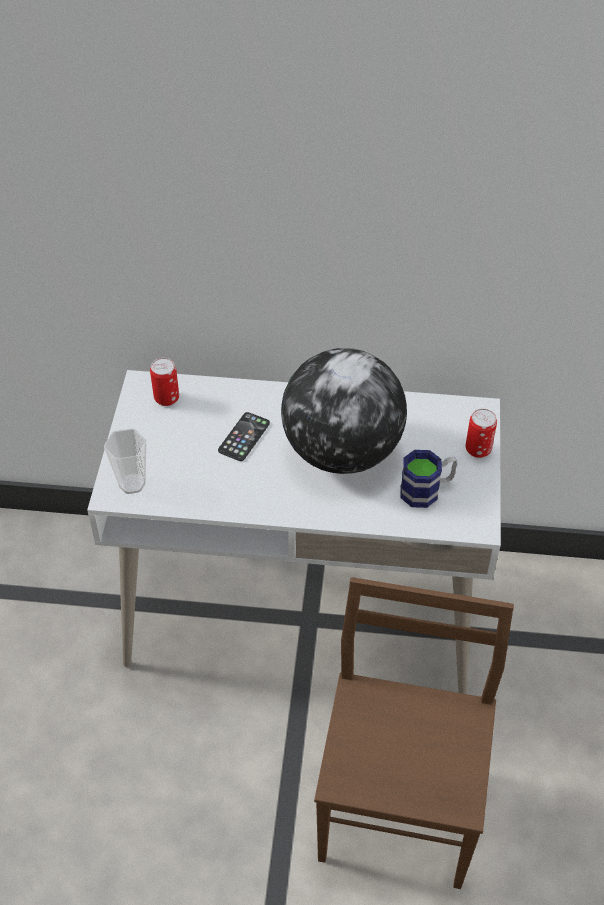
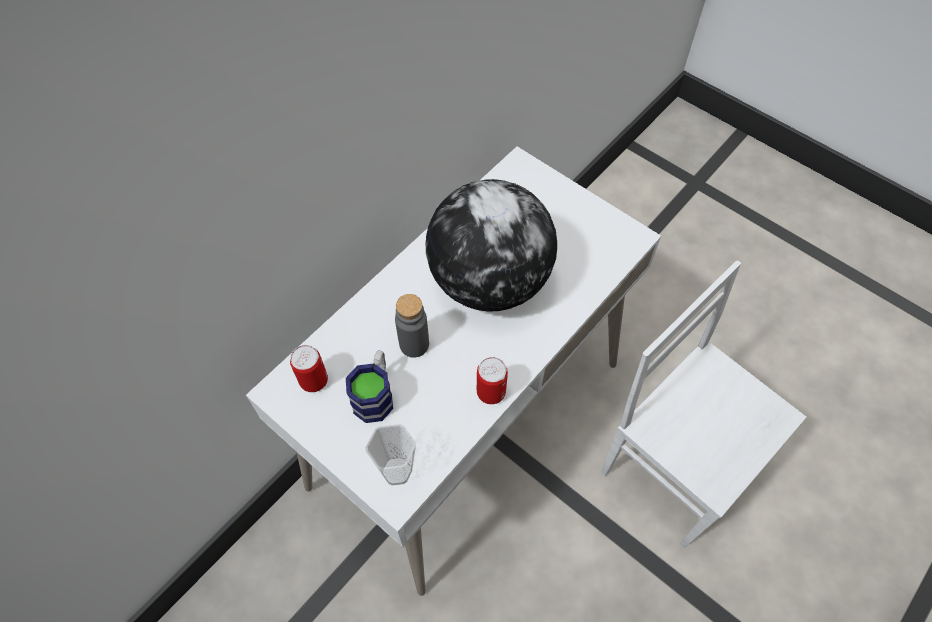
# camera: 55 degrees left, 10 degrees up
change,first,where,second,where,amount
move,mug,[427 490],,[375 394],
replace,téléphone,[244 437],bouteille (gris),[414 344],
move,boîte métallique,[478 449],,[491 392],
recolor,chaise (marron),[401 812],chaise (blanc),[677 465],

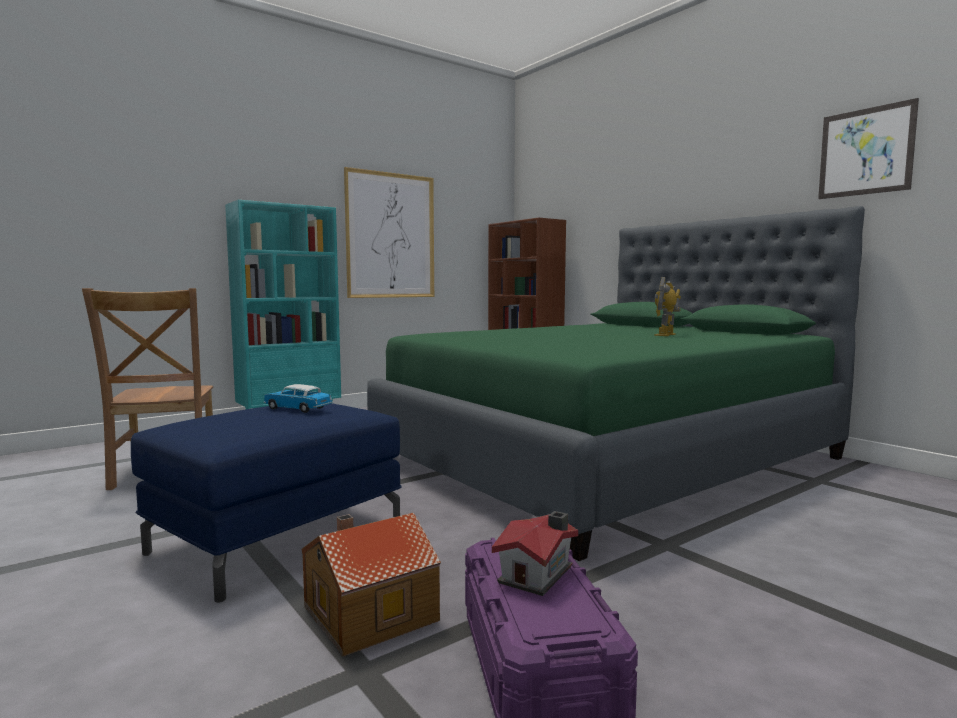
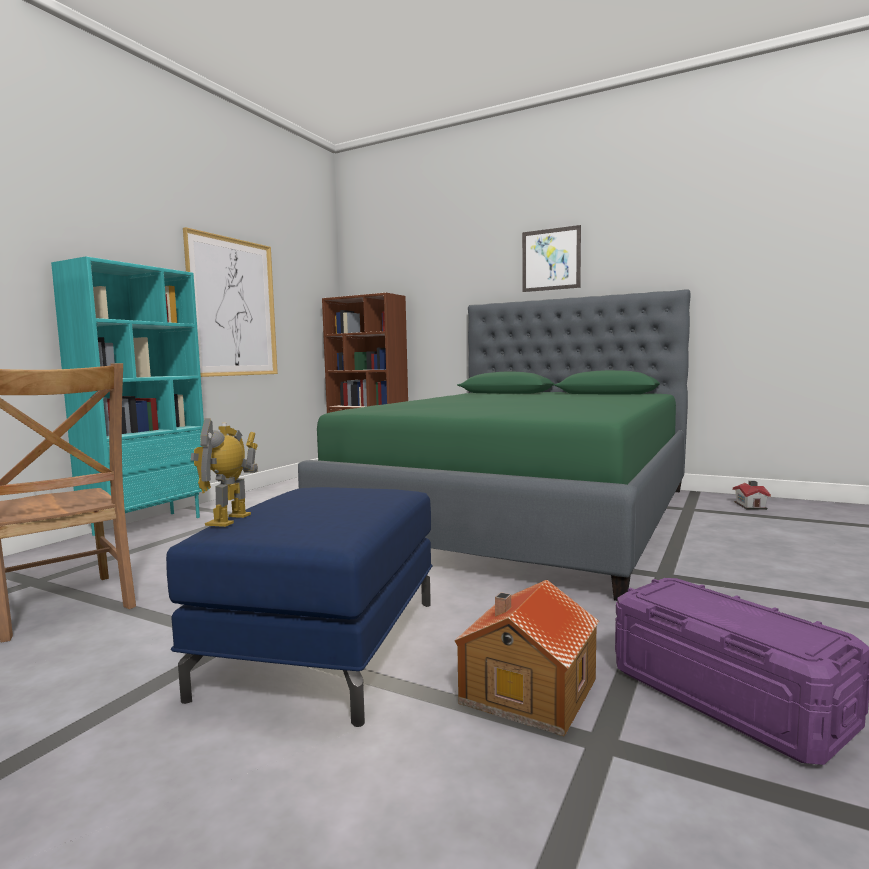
# camera: 25 degrees left, 0 degrees up
change,first,where,second,where,amount
move,robot jouet,[666 335],,[230 519],
move,tableau,[865 151],,[551 259],
move,maison miniature,[539 574],,[751 505],
delete,petite voiture,[297 409],,,

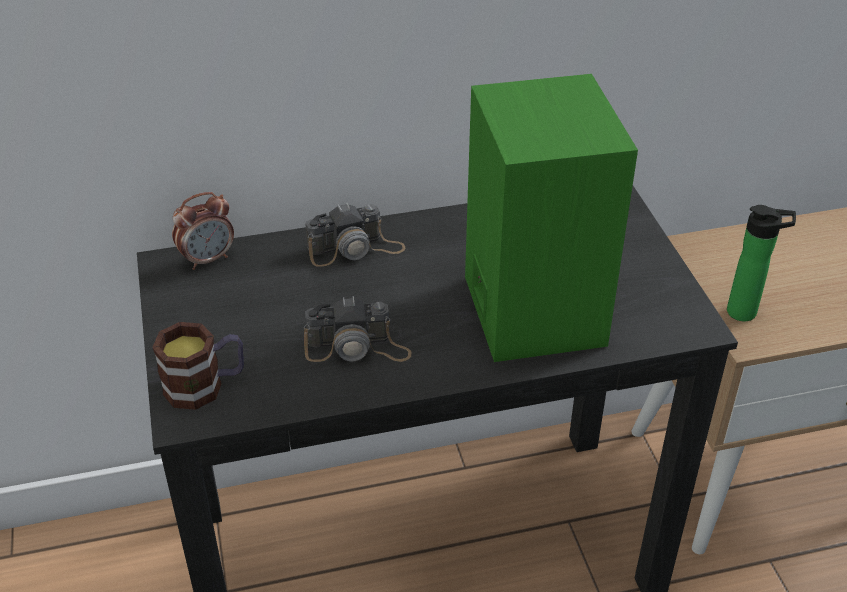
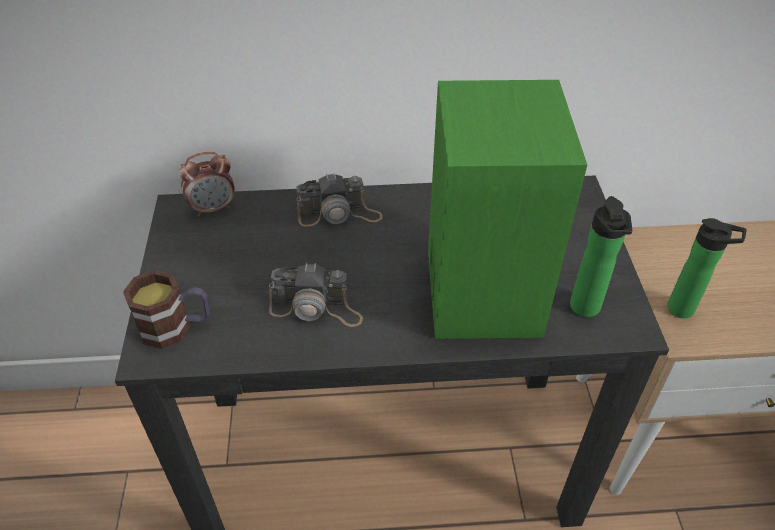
# camera: 10 degrees right, 5 degrees up
change,first,where,second,where,amount
insert,,,bouteille,[586 310],

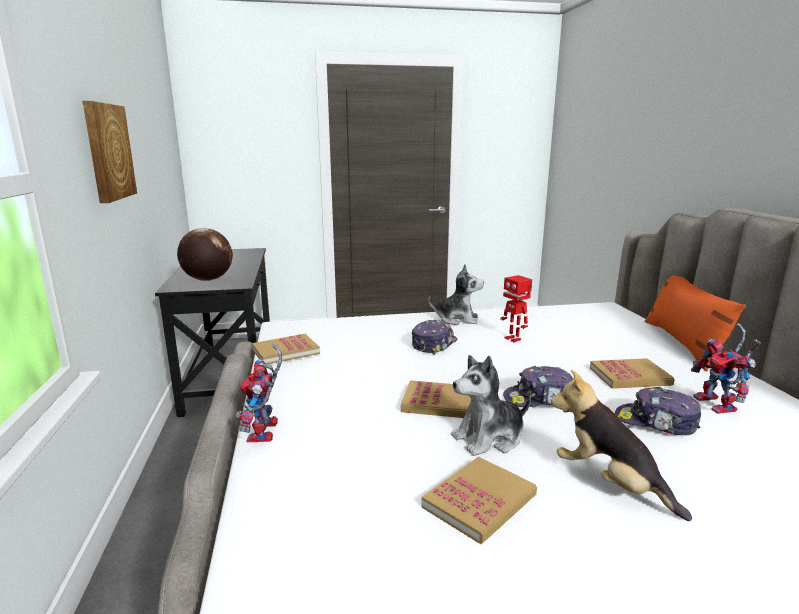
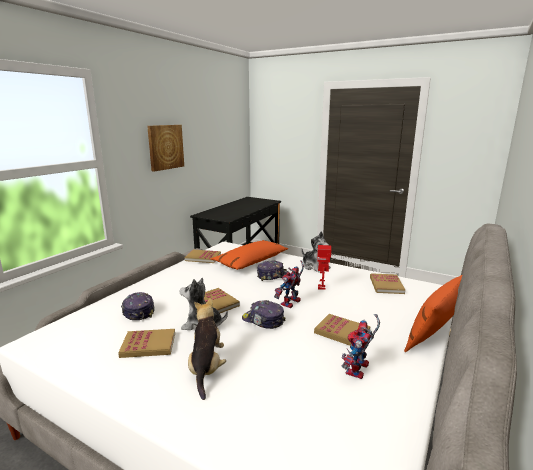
# camera: 40 degrees right, 0 degrees up
change,first,where,second,where,amount
move,casquette,[656 422],,[138 311],
insert,,,coussin (orange),[251 261],
move,robot jouet,[265 434],,[291 304],
insert,,,livre,[386 285],
delete,globe,[207 279],,,

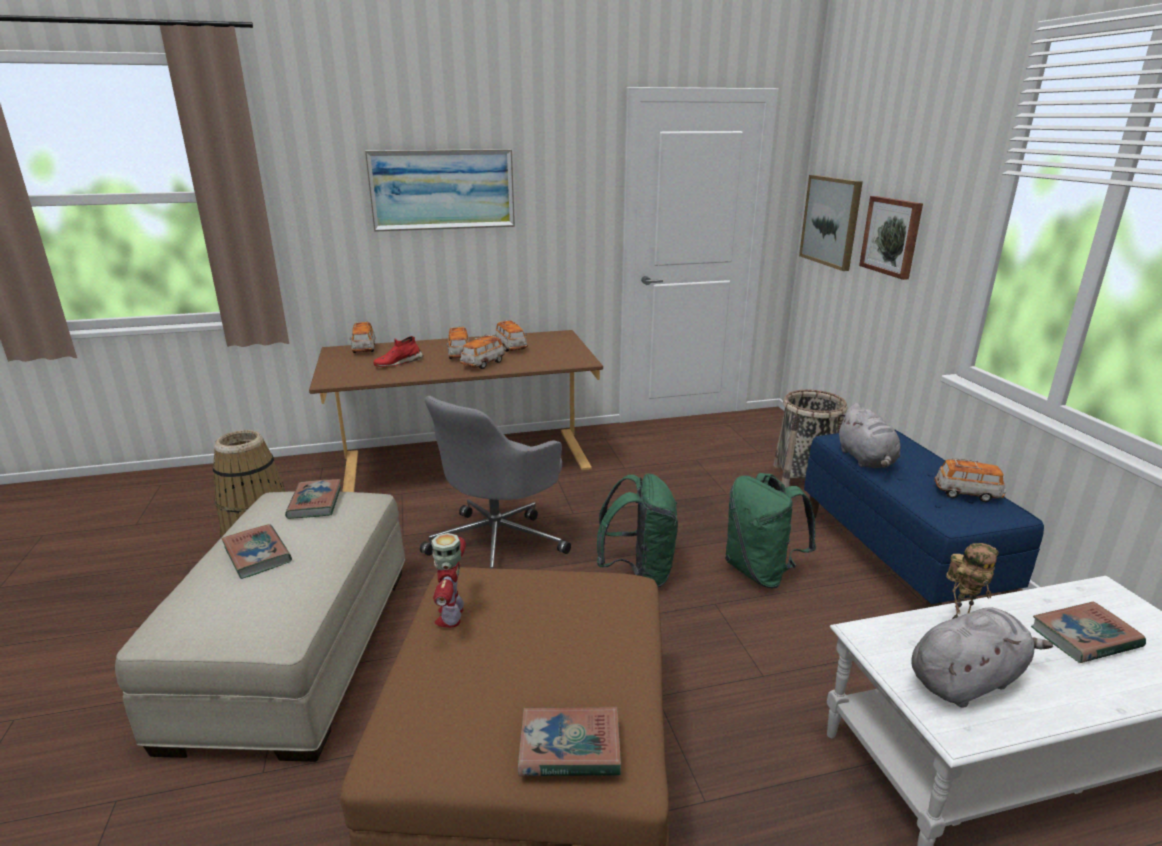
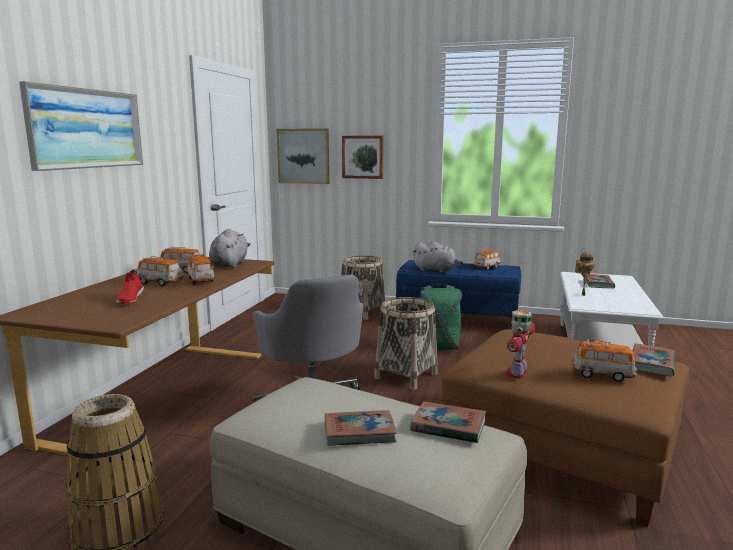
# camera: 60 degrees left, 10 degrees down
change,first,where,second,where,amount
move,peluche (gris),[967 680],,[230 264],
replace,sac à dos (vert),[639 574],panier,[406 376],
move,livre,[315 503],,[448 427],
rotate,robot jouet,[451 615],,[517 373],90 degrees clockwise
move,petite voiture,[364 349],,[602 375],

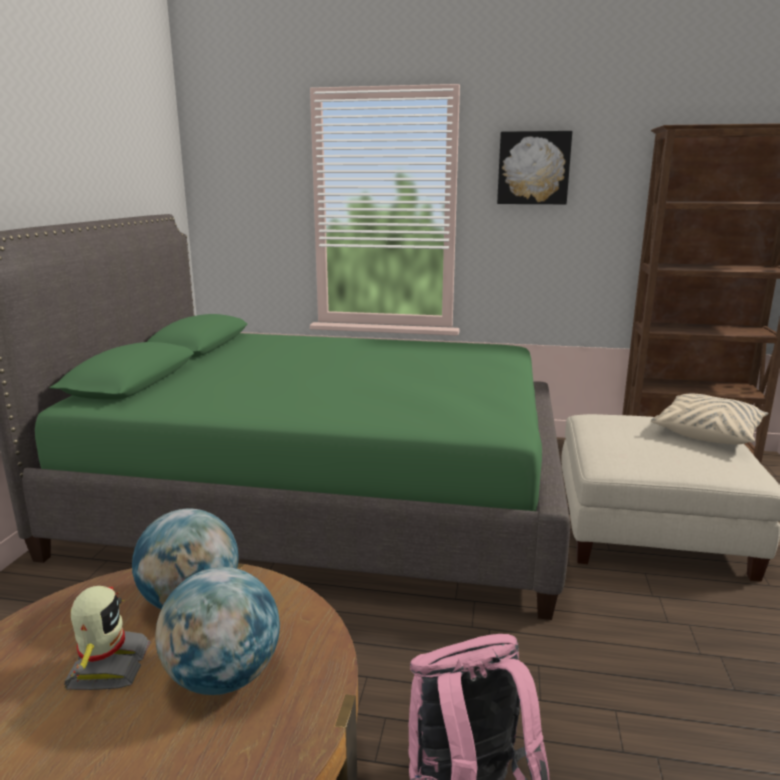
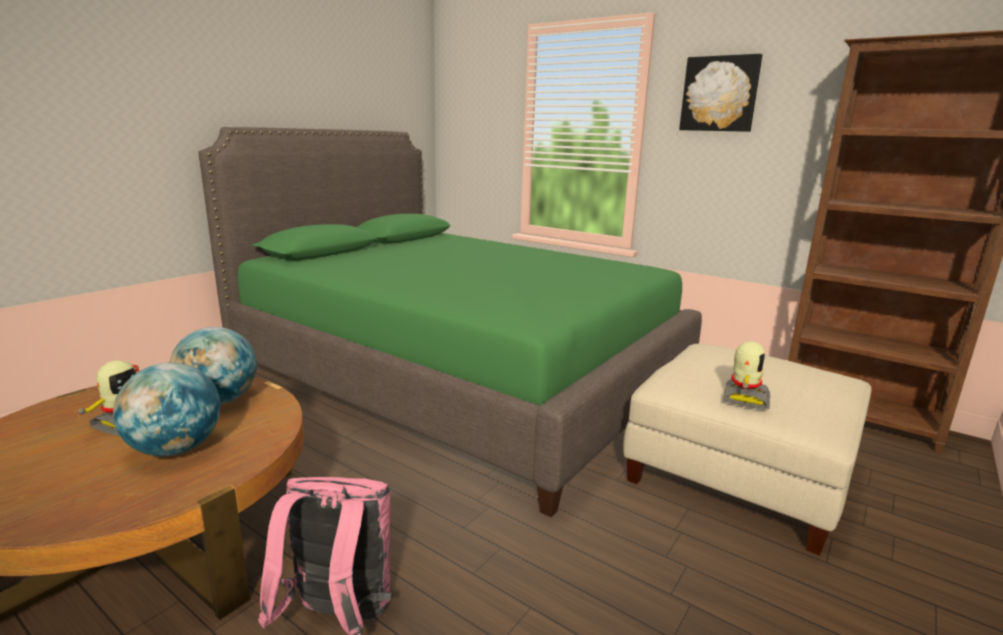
# camera: 25 degrees right, 0 degrees up
change,first,where,second,where,amount
insert,,,robot jouet,[744 398],
delete,coussin (beige),[707 433],,,

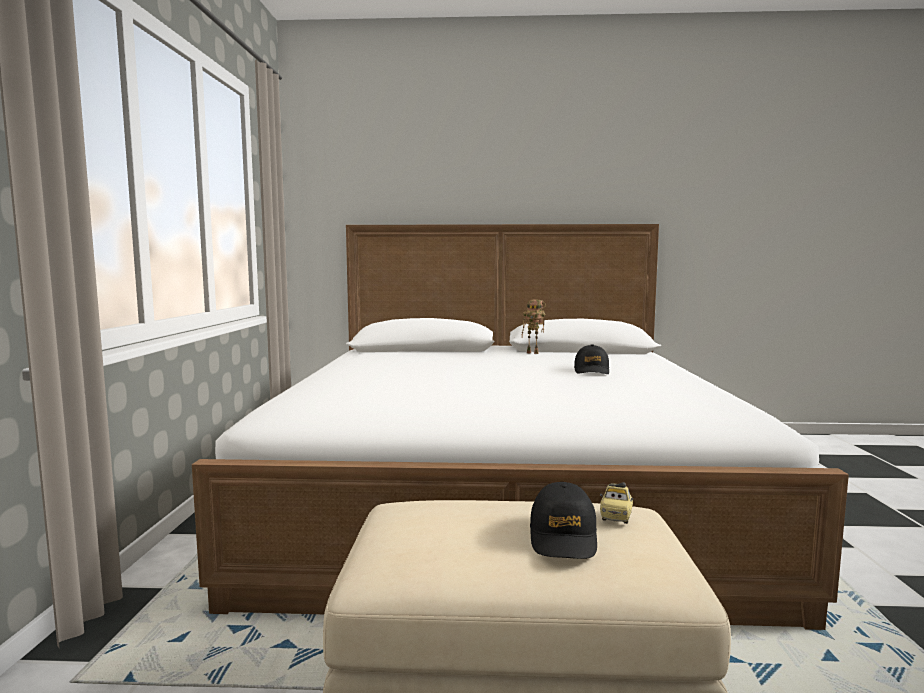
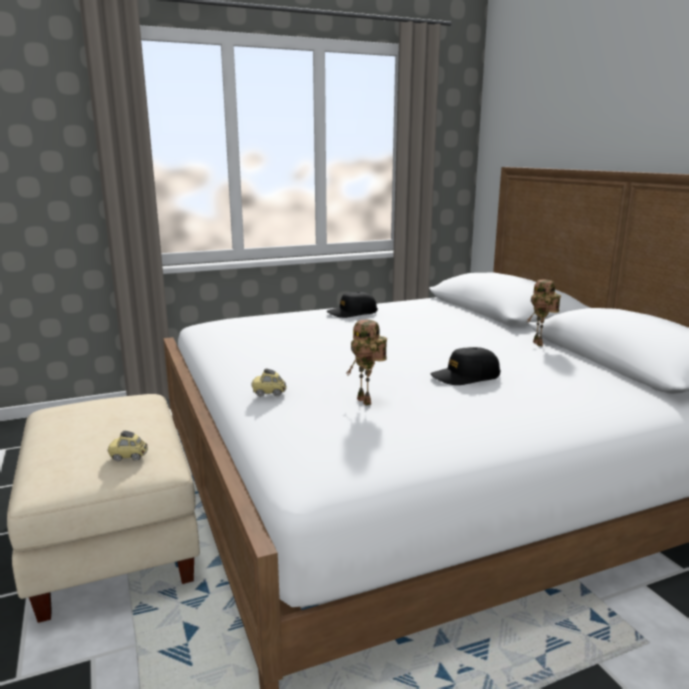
# camera: 65 degrees right, 10 degrees up
change,first,where,second,where,amount
insert,,,petite voiture,[269 393],
move,casquette (noir),[563 536],,[352 313],
insert,,,robot jouet,[366 401],

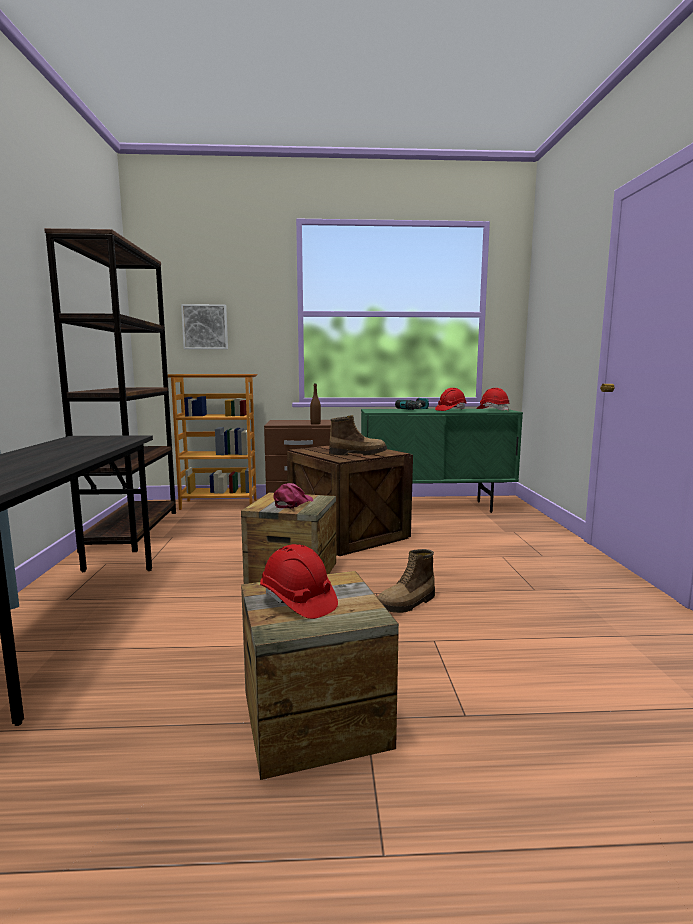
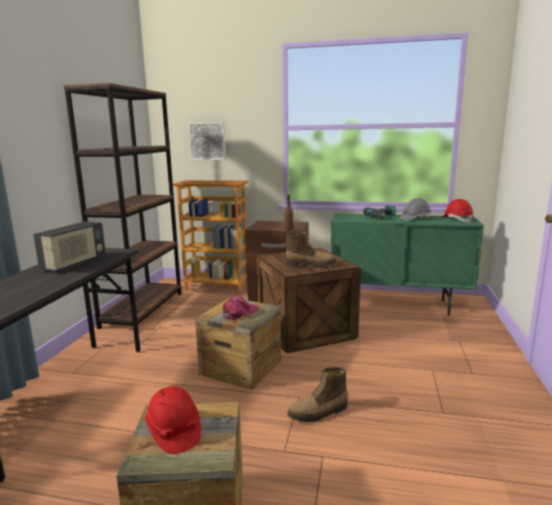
# camera: 15 degrees right, 5 degrees up
change,first,where,second,where,amount
insert,,,radio,[74 263],
recolor,casque de chantier (rouge),[450 410],casque de chantier (gris),[415 218],

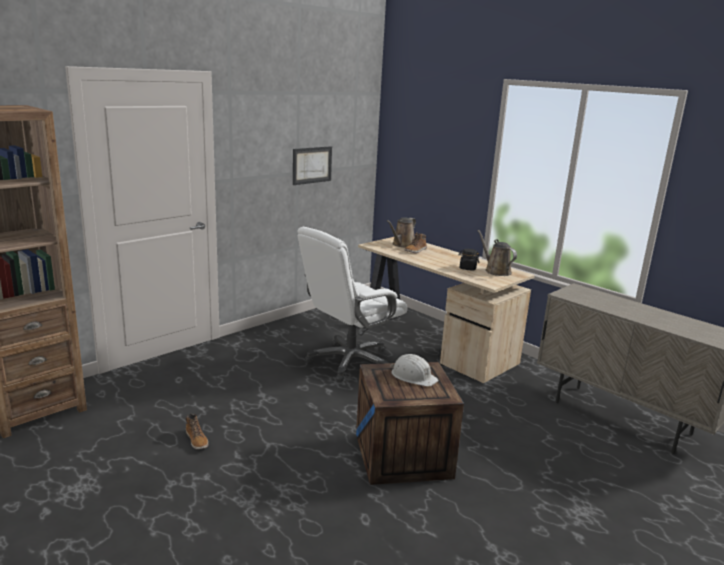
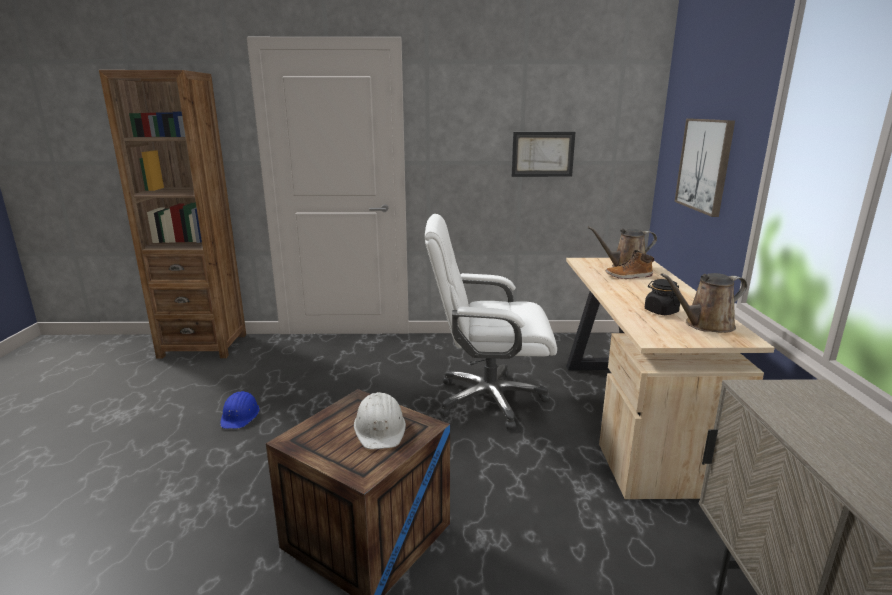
# camera: 45 degrees right, 0 degrees up
change,first,where,second,where,amount
replace,botte,[197 440],casque de chantier (bleu),[240 415],
rotate,arrosoir (marron),[496 271],,[705 325],120 degrees counterclockwise
insert,,,tableau,[704 165],

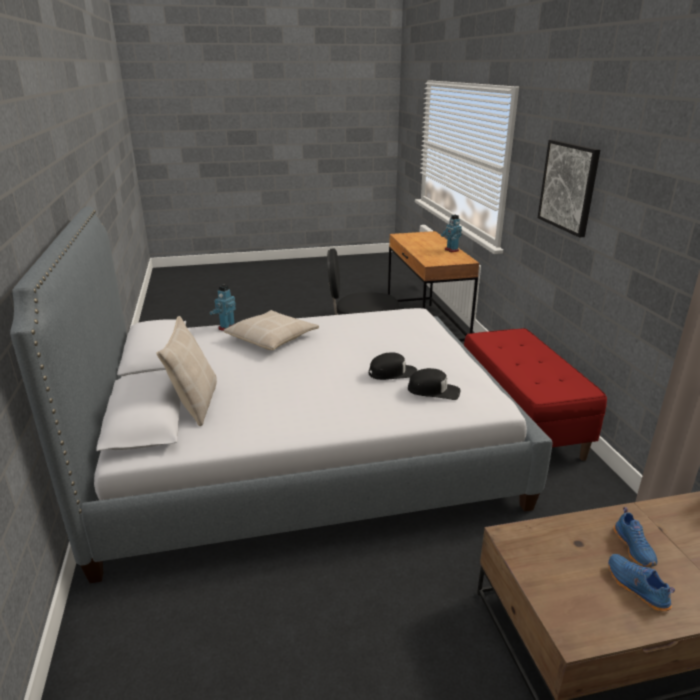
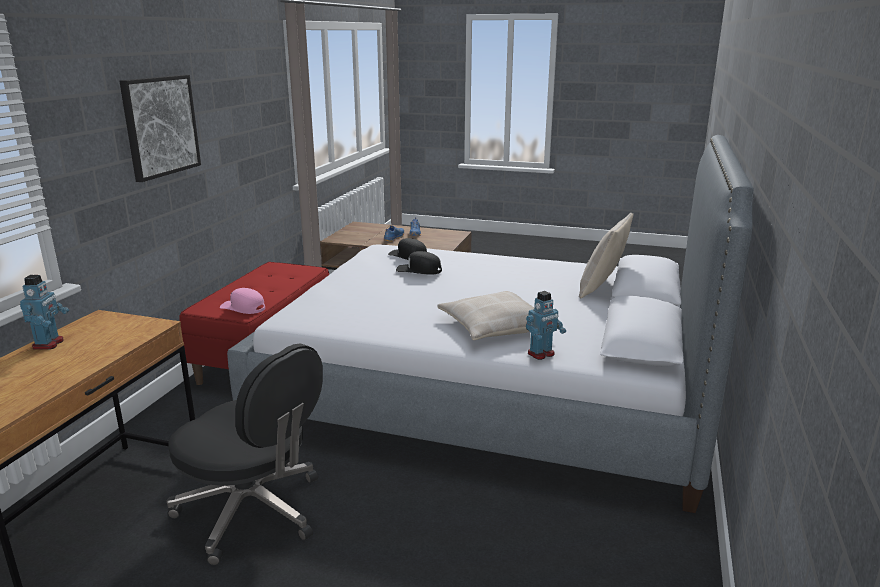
# camera: 150 degrees left, 5 degrees down
change,first,where,second,where,amount
insert,,,casquette (rose),[243 307],

